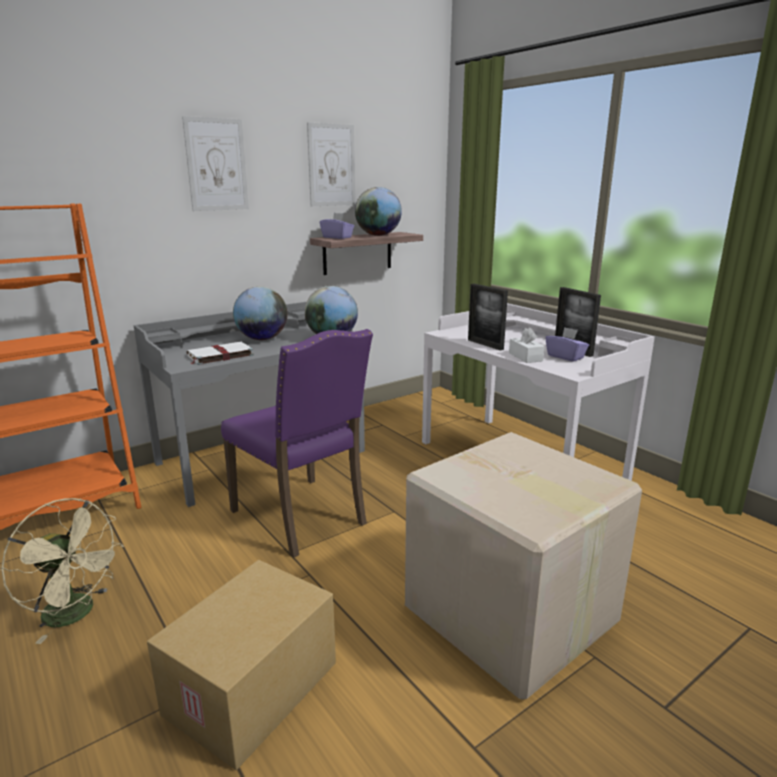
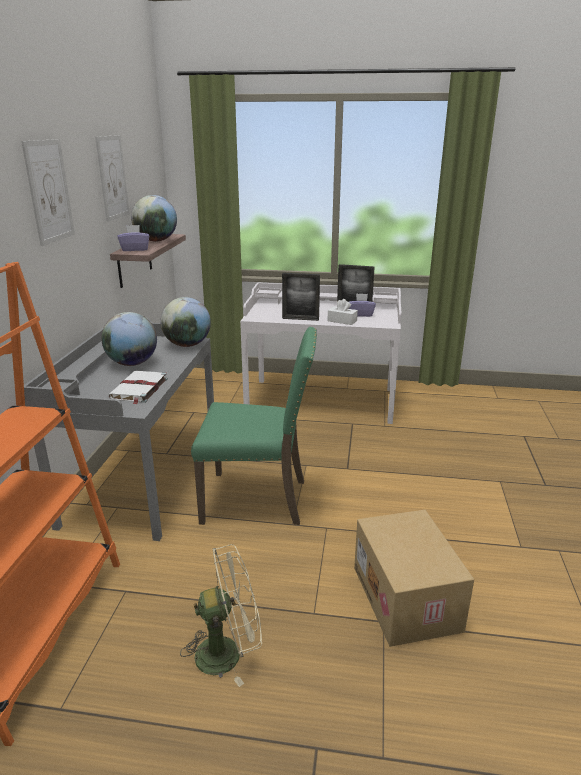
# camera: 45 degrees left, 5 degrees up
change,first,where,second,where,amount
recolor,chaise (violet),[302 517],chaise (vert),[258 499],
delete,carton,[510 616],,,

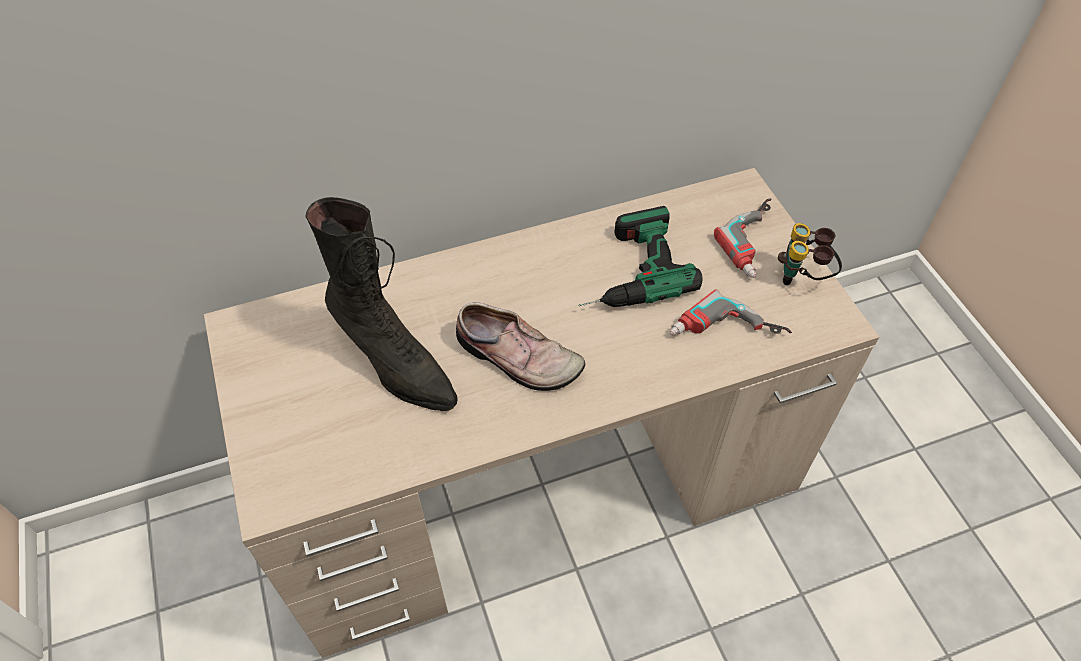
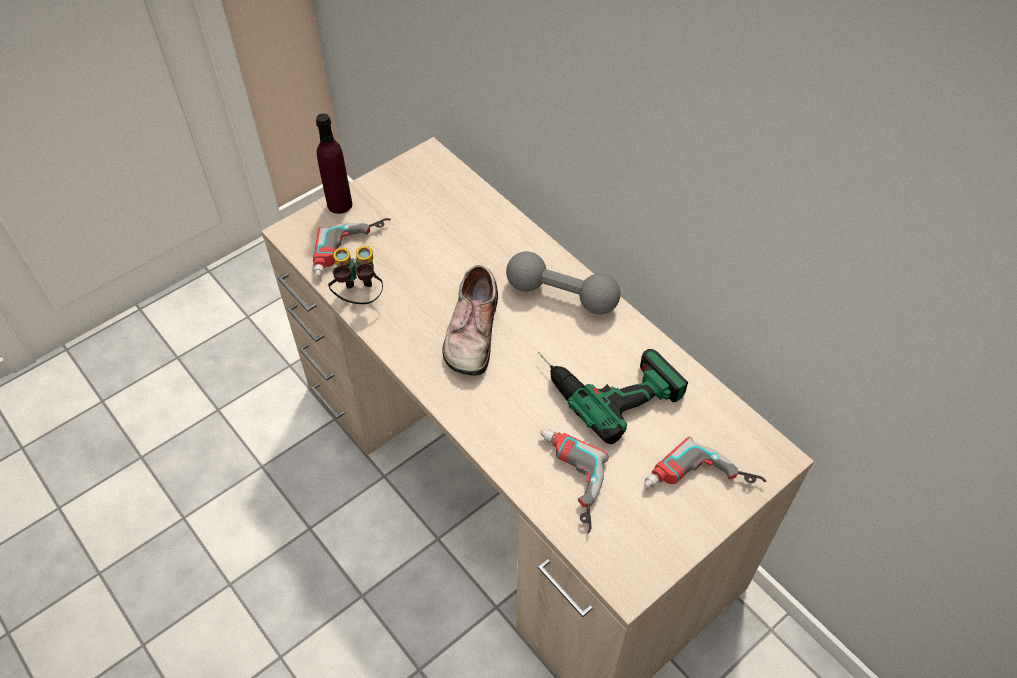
# camera: 70 degrees right, 0 degrees up
change,first,where,second,where,amount
insert,,,perceuse,[353 252],
insert,,,bouteille (violet),[339 204],
move,jumelles,[803 277],,[359 297],
insert,,,haltère (gris),[561 295],
delete,botte (noir),[394 364],,,

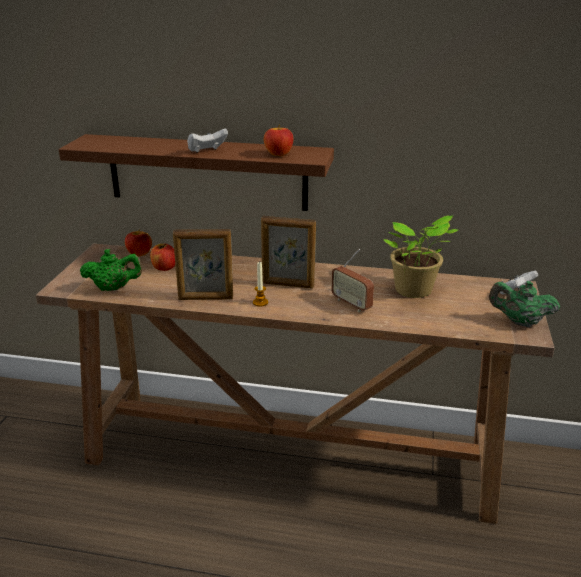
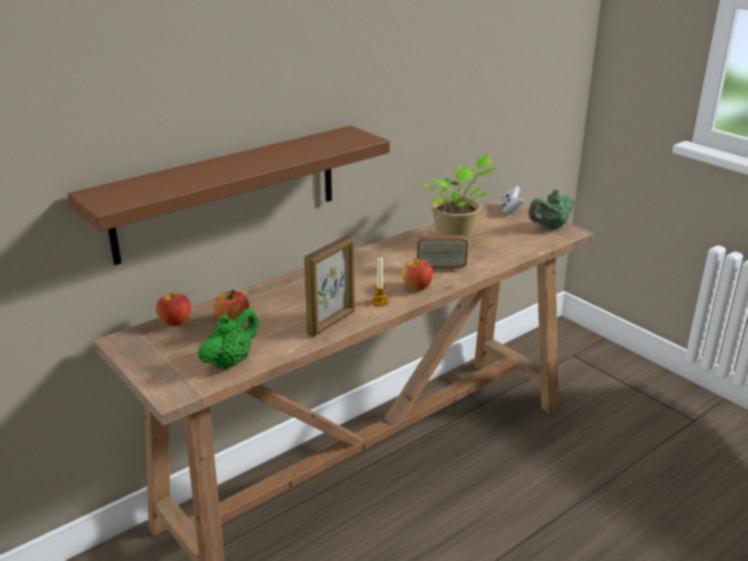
# camera: 50 degrees left, 0 degrees up
change,first,where,second,where,amount
move,pomme,[278 154],,[417 287],
delete,manette (blanc),[206 151],,,
delete,cadre photo,[288 285],,,

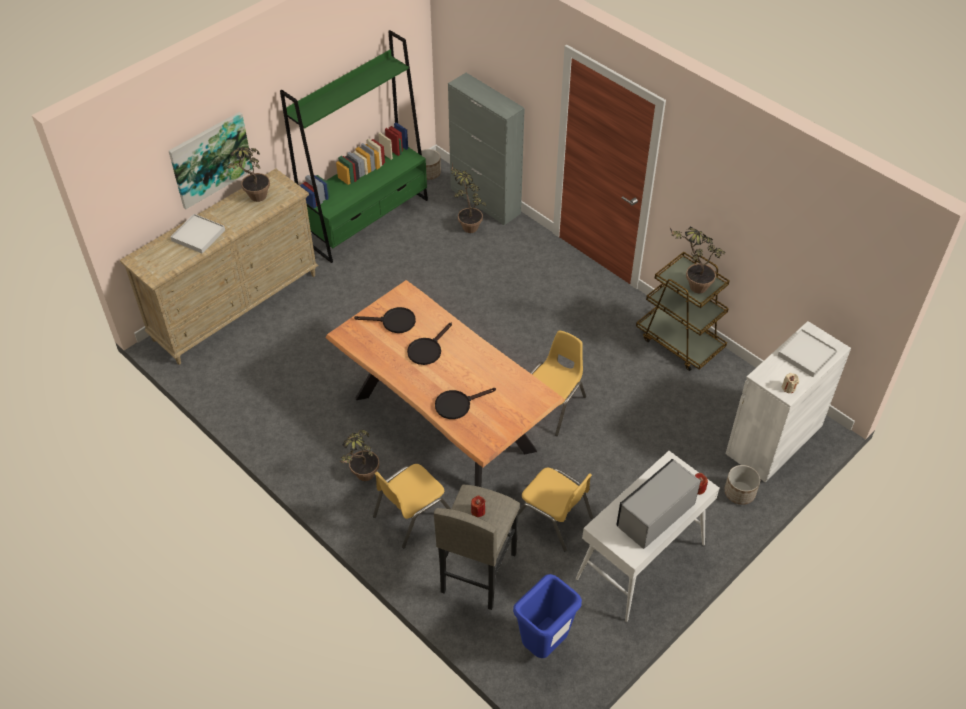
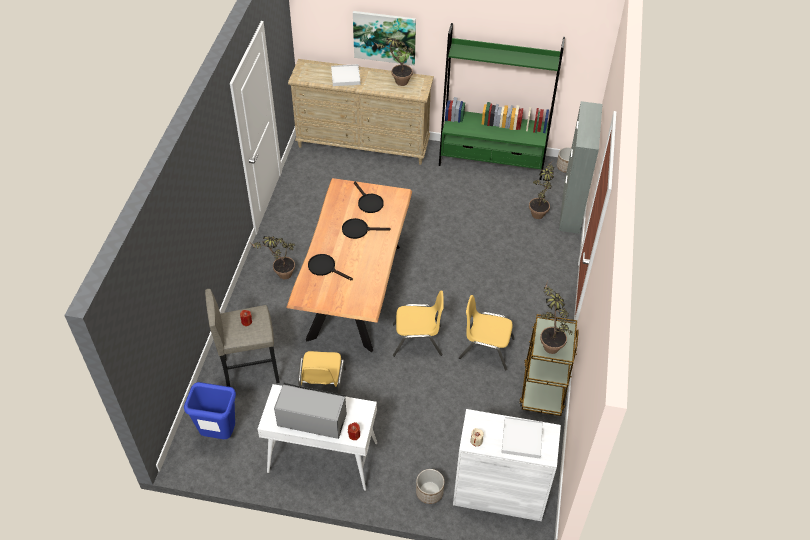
# camera: 55 degrees right, 0 degrees up
change,first,where,second,where,amount
move,chaise (jaune),[412 514],,[486 348],

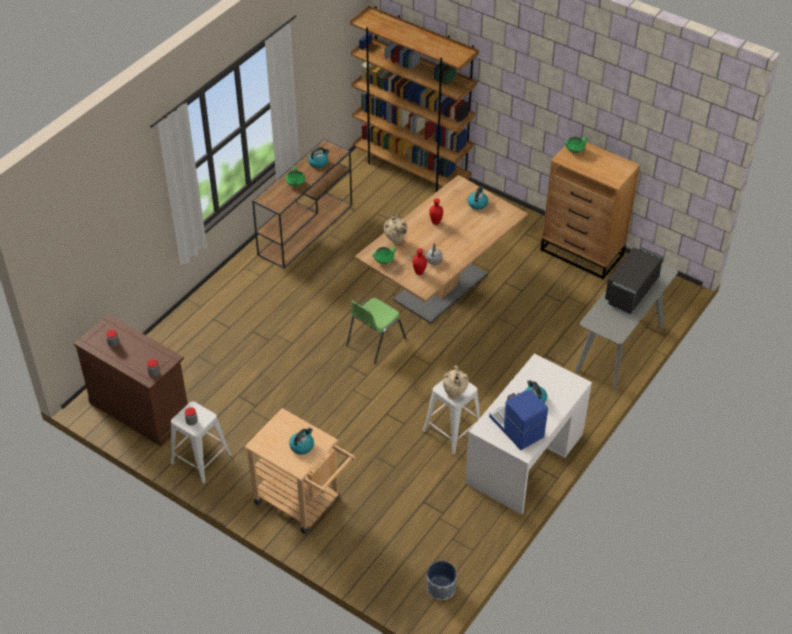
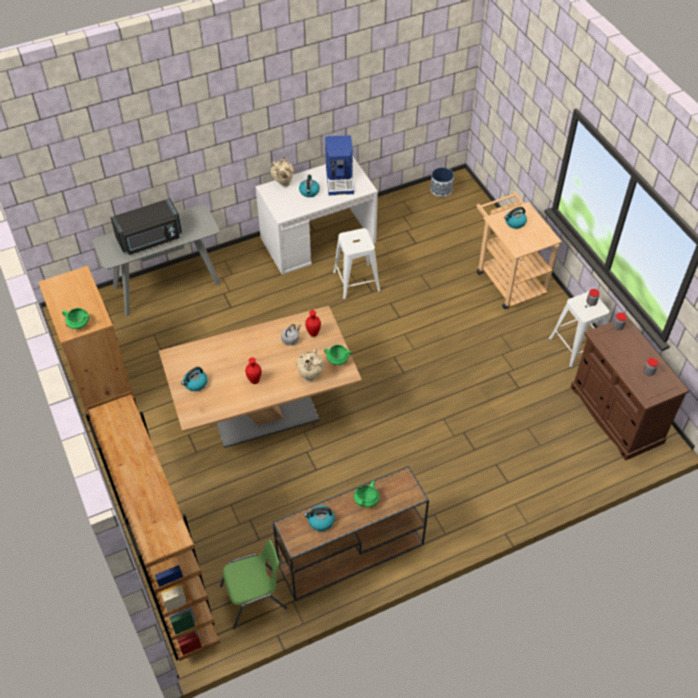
# camera: 150 degrees left, 5 degrees up
change,first,where,second,where,amount
move,chaise (vert),[374 342],,[255 598],
move,vase (beige),[454 394],,[283 184],

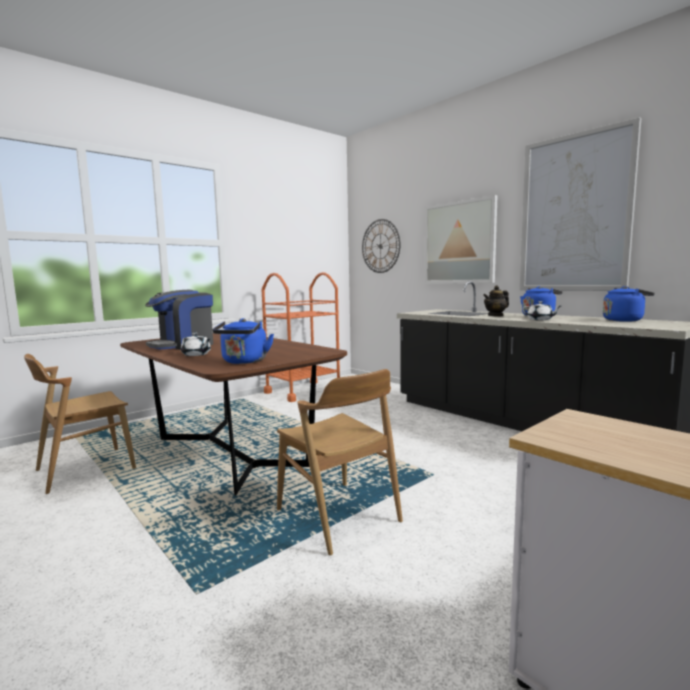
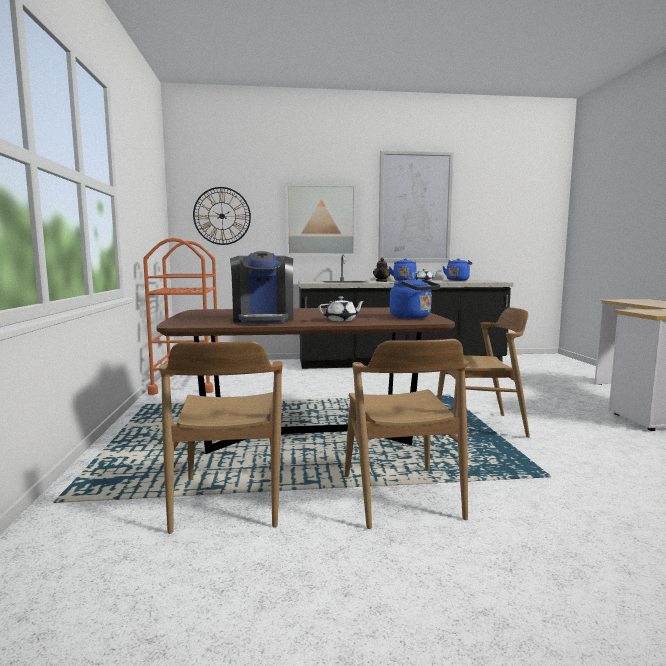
# camera: 55 degrees left, 0 degrees up
change,first,where,second,where,amount
insert,,,chaise (marron),[400 496],

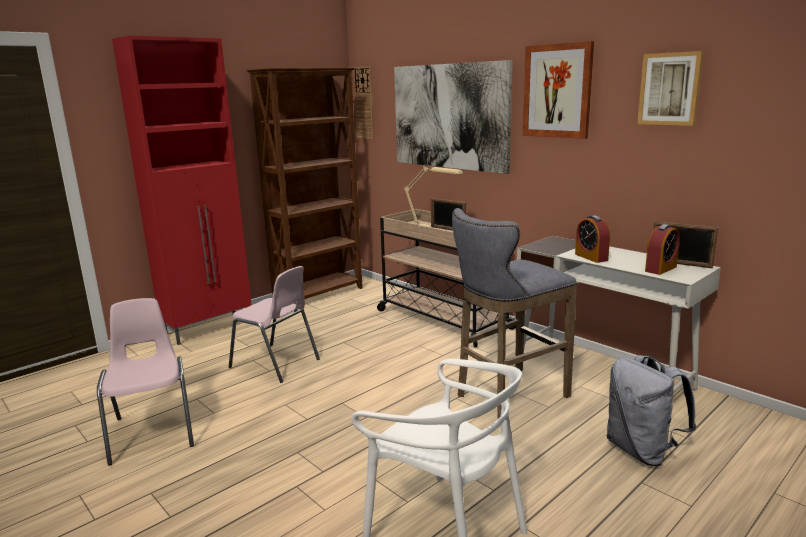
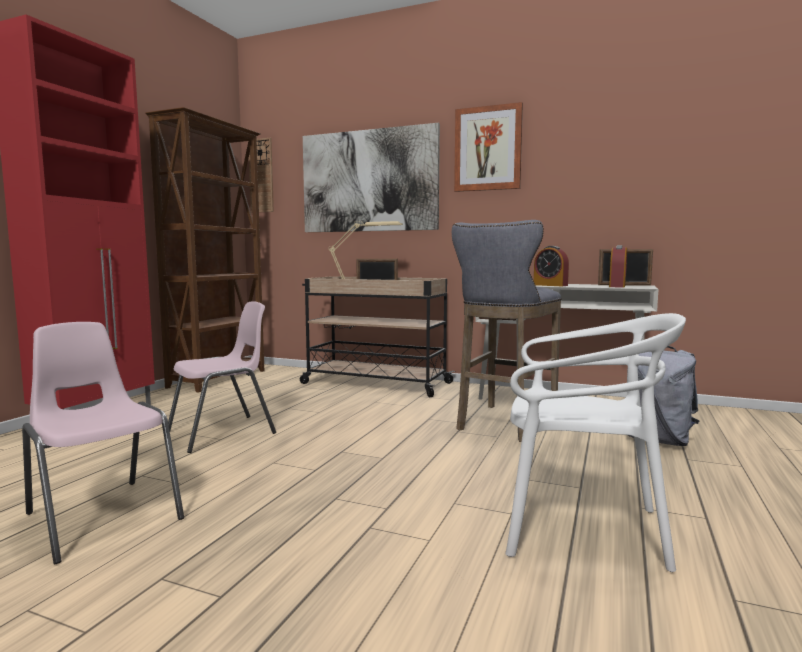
# camera: 25 degrees left, 10 degrees down
change,first,where,second,where,amount
rotate,chaise (rose),[276 364],,[223 433],45 degrees counterclockwise
delete,tableau,[670 89],,,

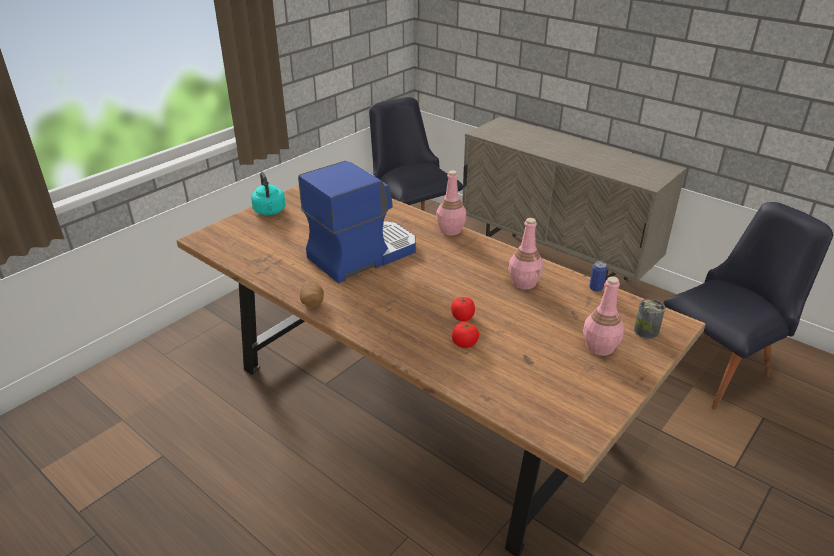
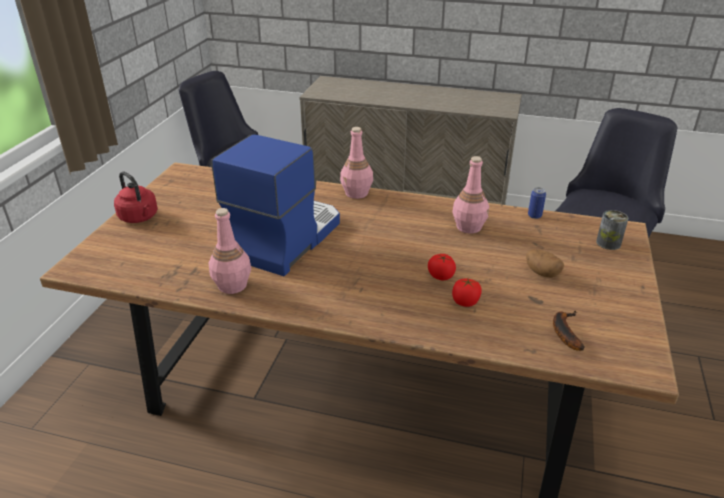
# camera: 25 degrees left, 0 degrees up
change,first,where,second,where,amount
recolor,bouilloire (turquoise),[270 211],bouilloire (rouge),[139 218],
move,bouteille (rose),[600 347],,[232 285],
move,pomme de terre,[312 302],,[542 273],
insert,,,banane,[564 331],

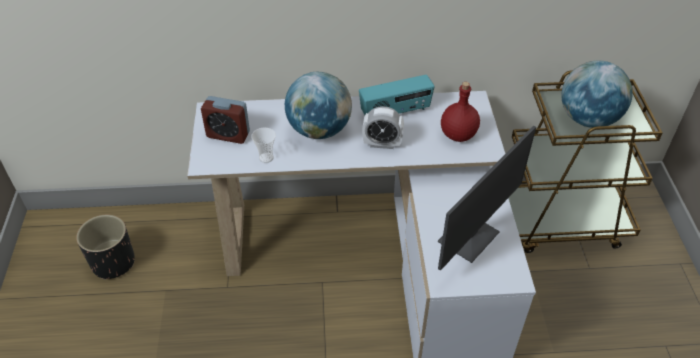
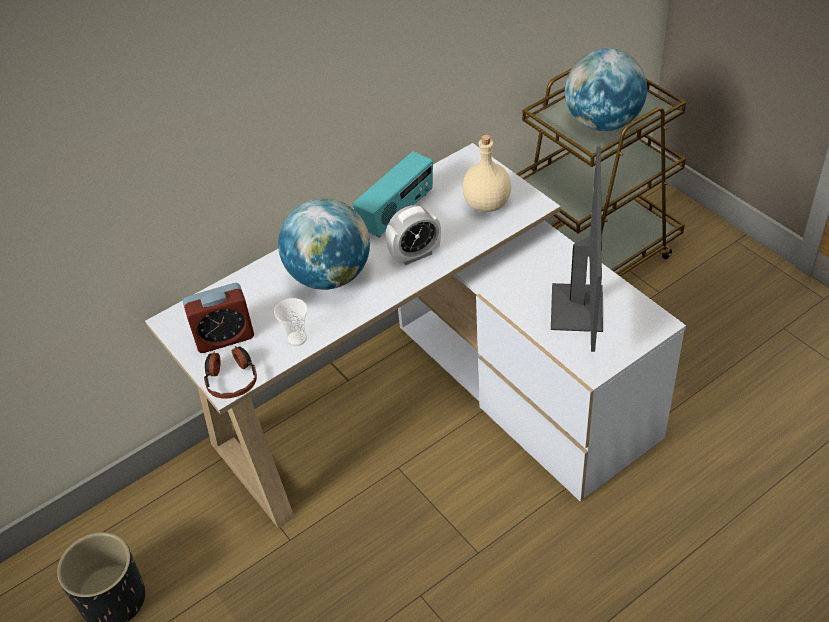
# camera: 30 degrees left, 0 degrees up
change,first,where,second,where,amount
insert,,,casque audio,[231 378],
recolor,bouteille (rouge),[457 135],bouteille (beige),[486 205],

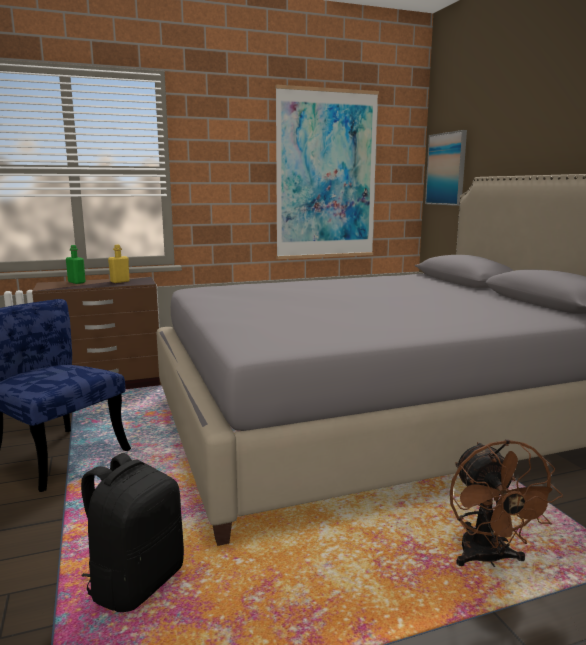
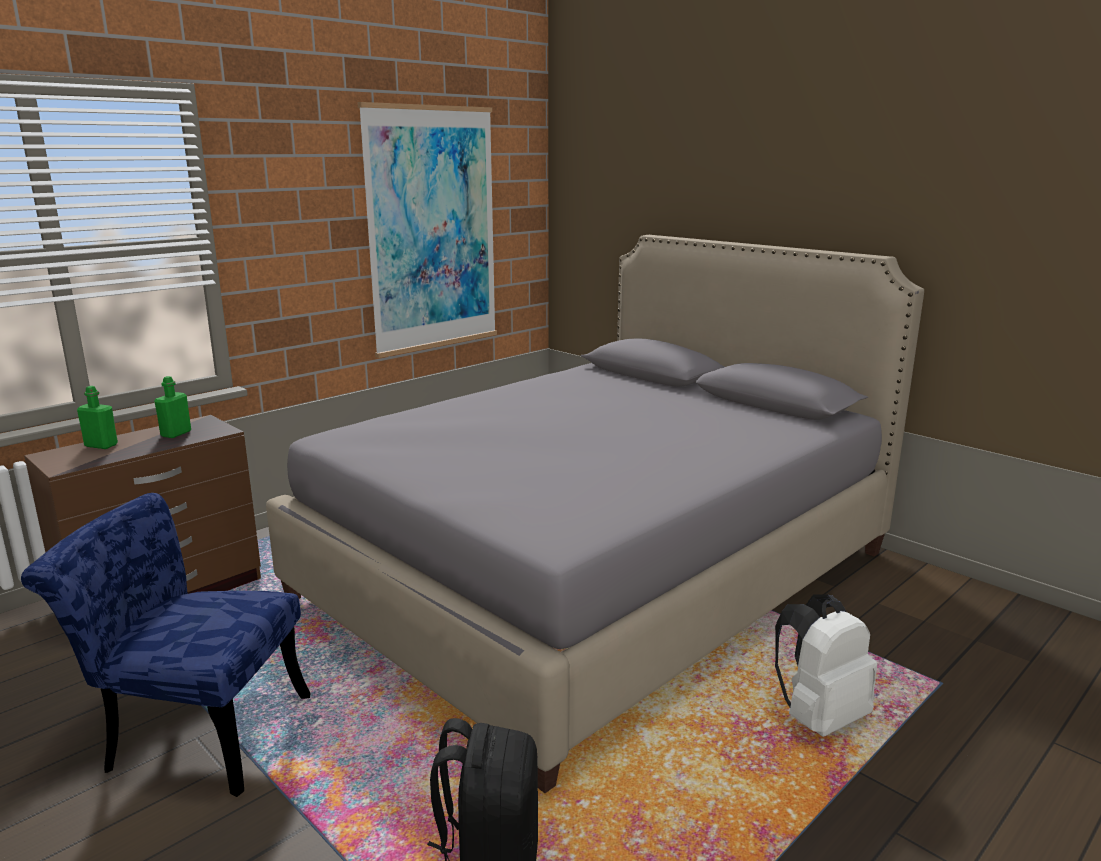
# camera: 25 degrees left, 5 degrees up
change,first,where,second,where,amount
recolor,bouteille (jaune),[120 281],bouteille (vert),[176 434],
replace,ventilateur (marron),[488 559],sac à dos (blanc),[819 717],
delete,tableau,[446 169],,,

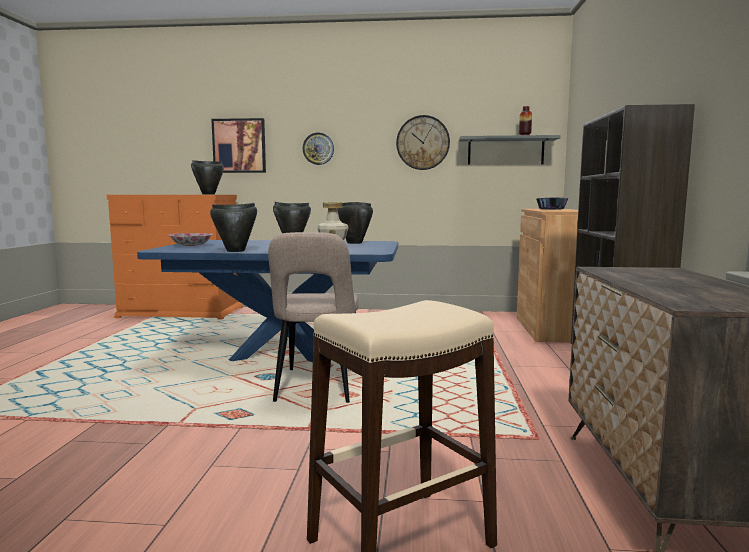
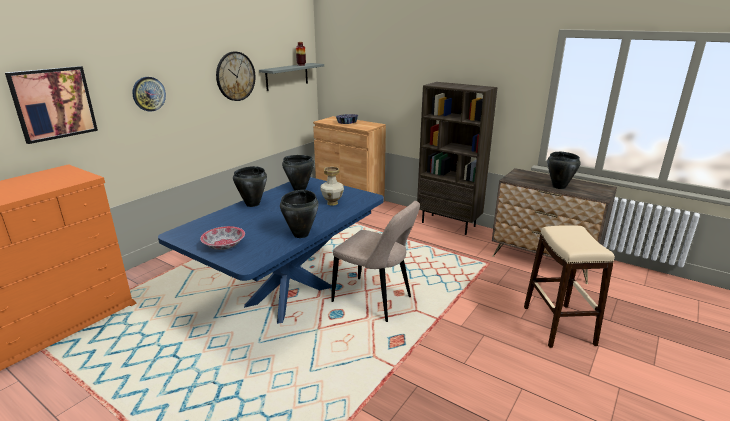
# camera: 60 degrees left, 15 degrees up
change,first,where,second,where,amount
move,marmite (noir),[208 194],,[558 187],

